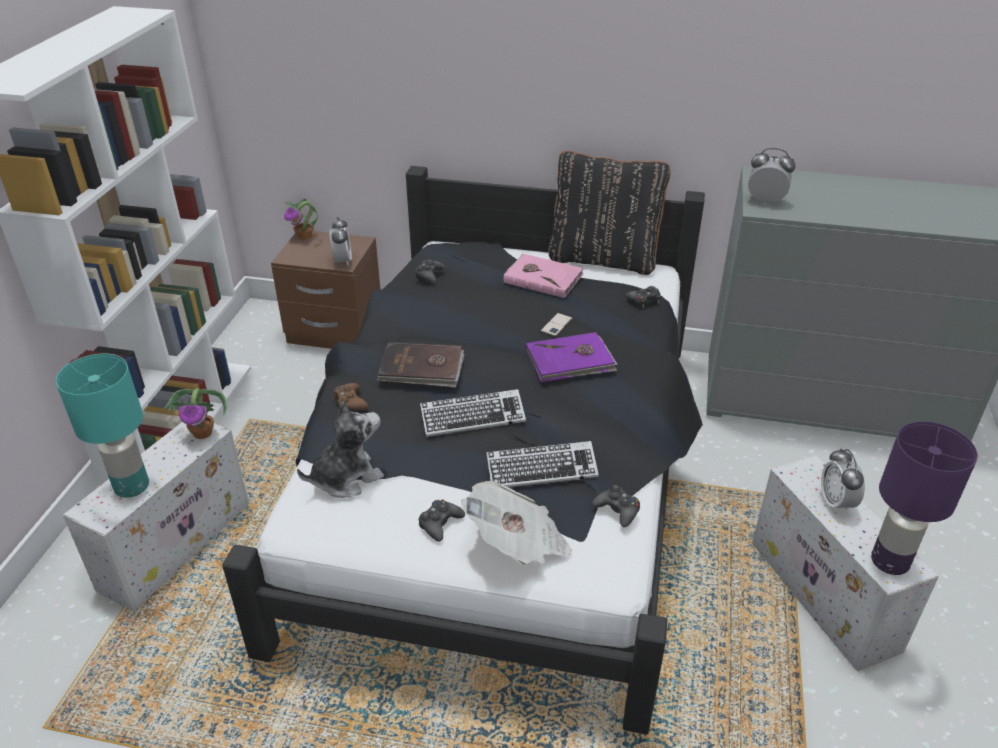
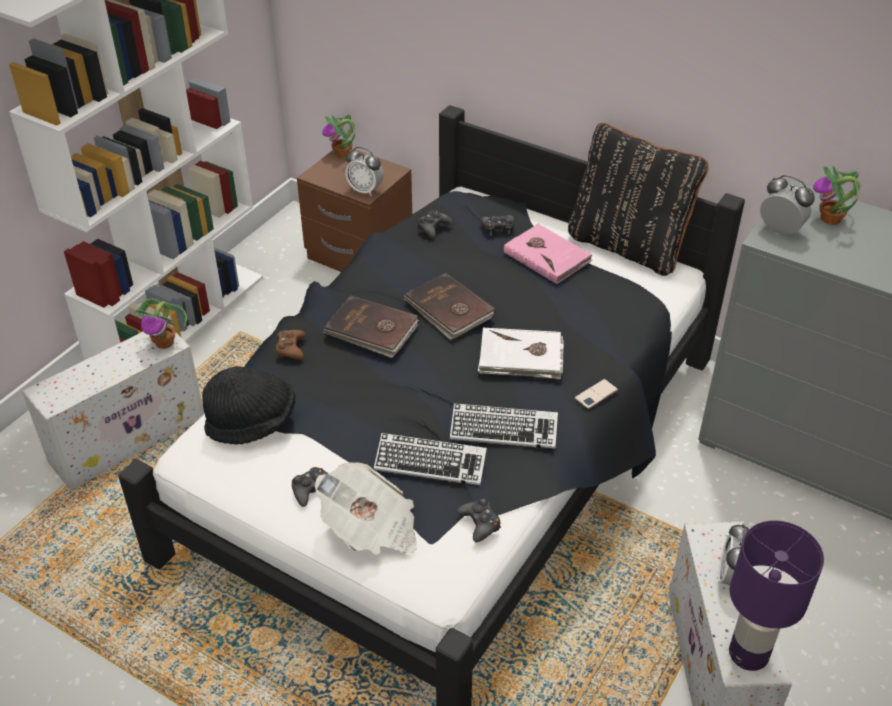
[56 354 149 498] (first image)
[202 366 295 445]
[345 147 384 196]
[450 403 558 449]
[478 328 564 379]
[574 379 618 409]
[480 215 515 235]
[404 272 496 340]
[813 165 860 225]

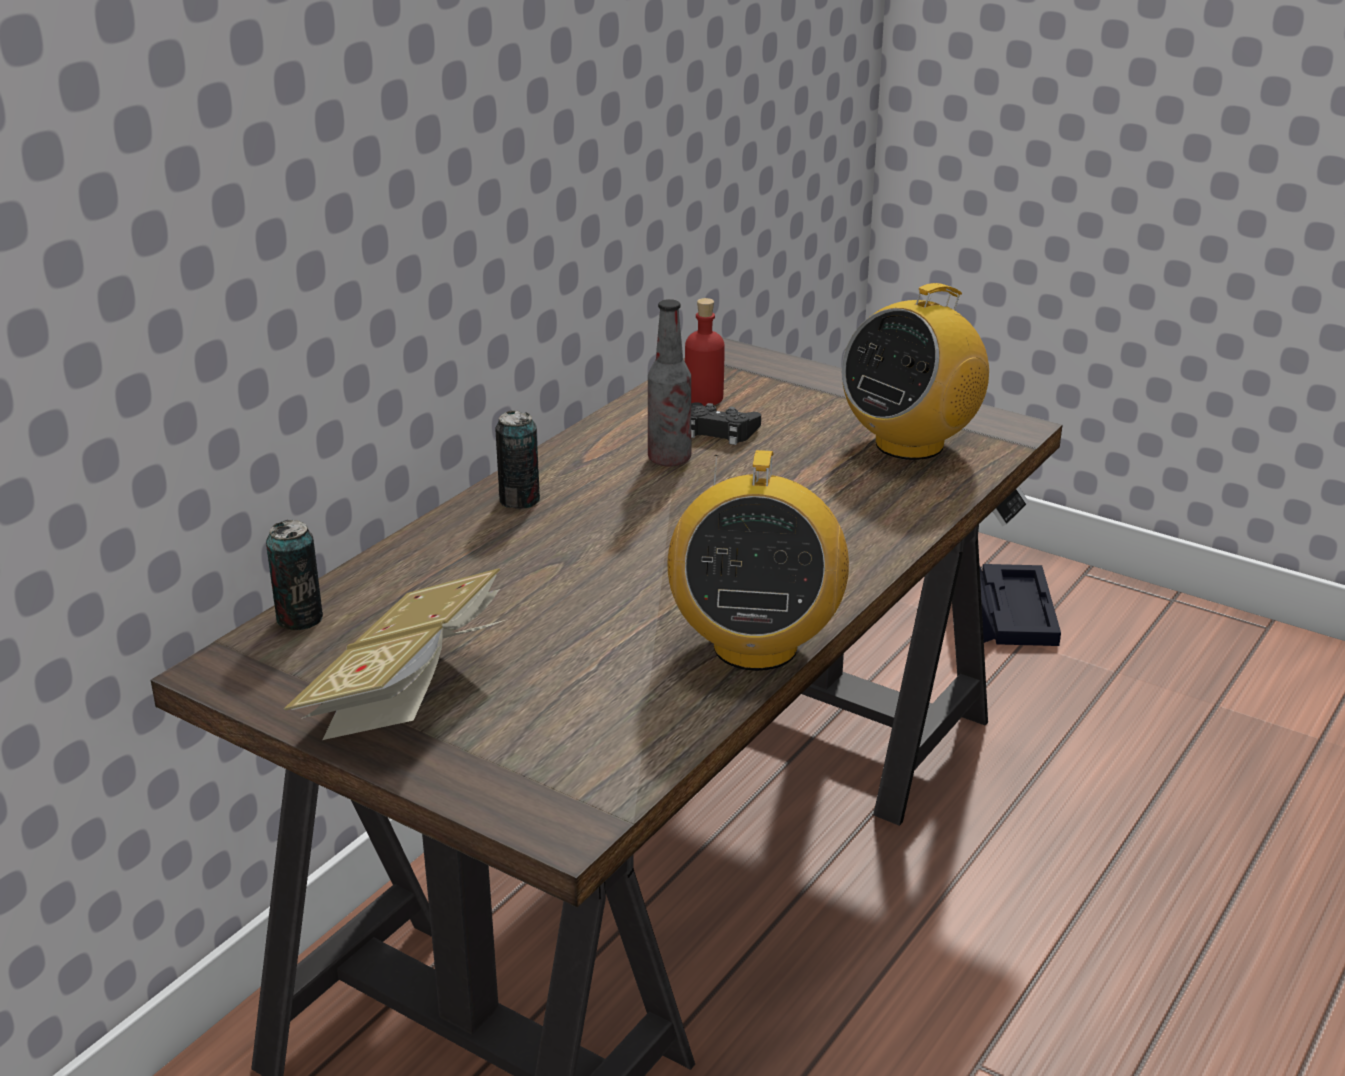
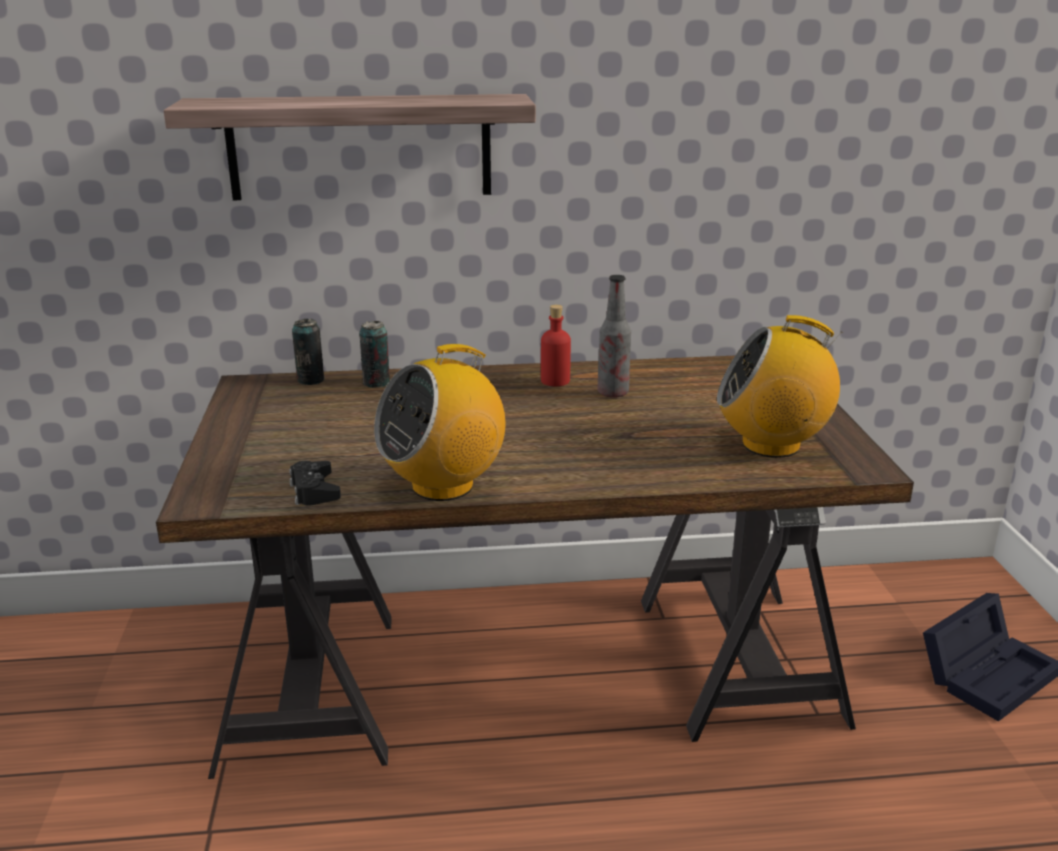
[284 568 508 740] (first image)
[359 321 390 388]
[541 305 571 386]
[289 461 341 506]
[163 94 536 200]

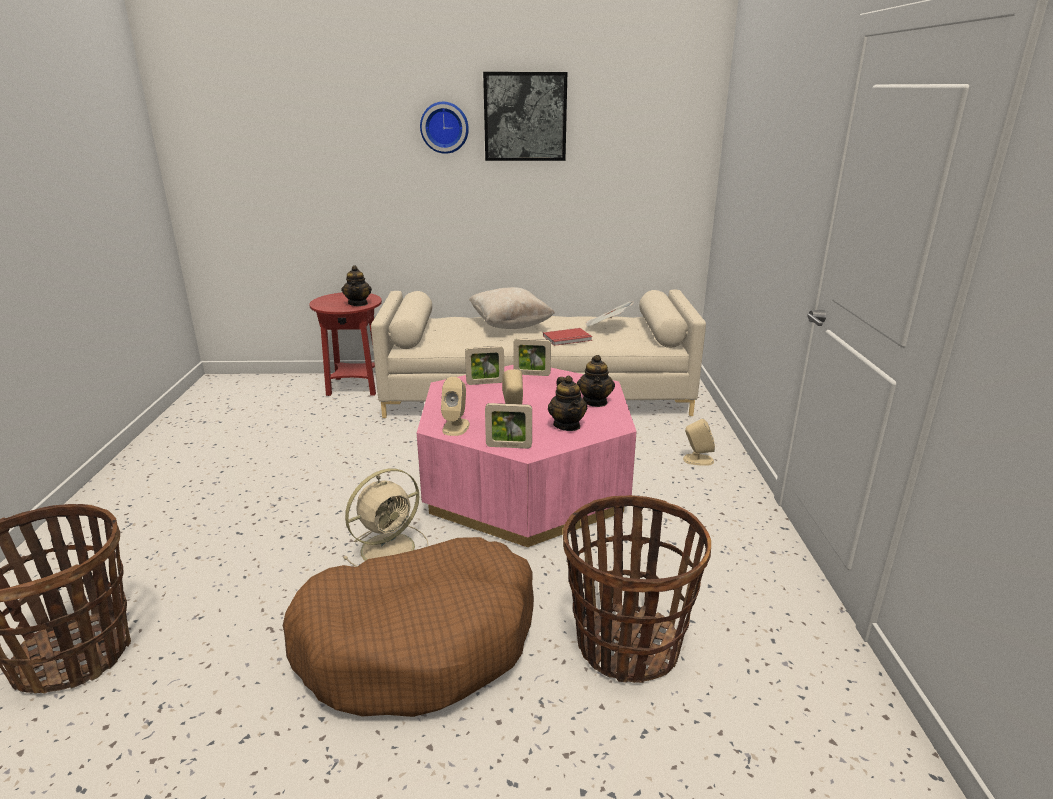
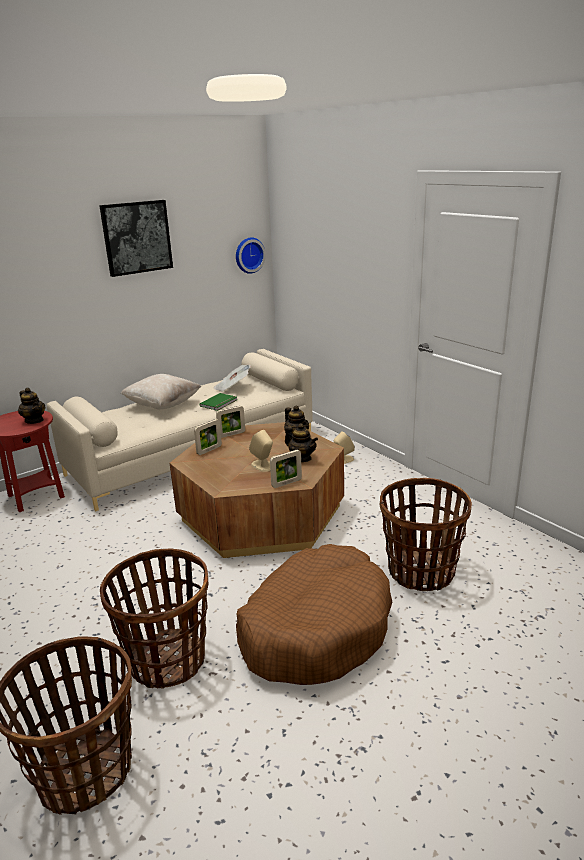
[343 468 429 567] (first image)
[170 422 344 558]
[236 237 266 274]
[441 377 470 436] (first image)
[199 393 237 411]
[100 548 209 688]

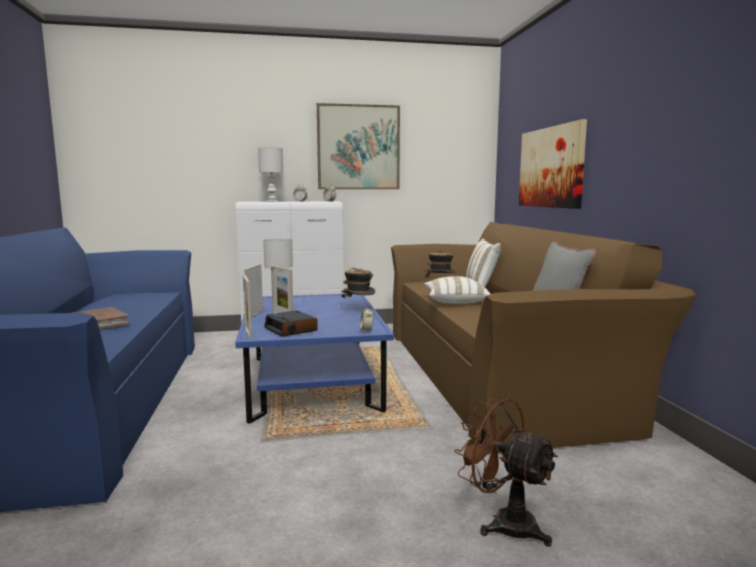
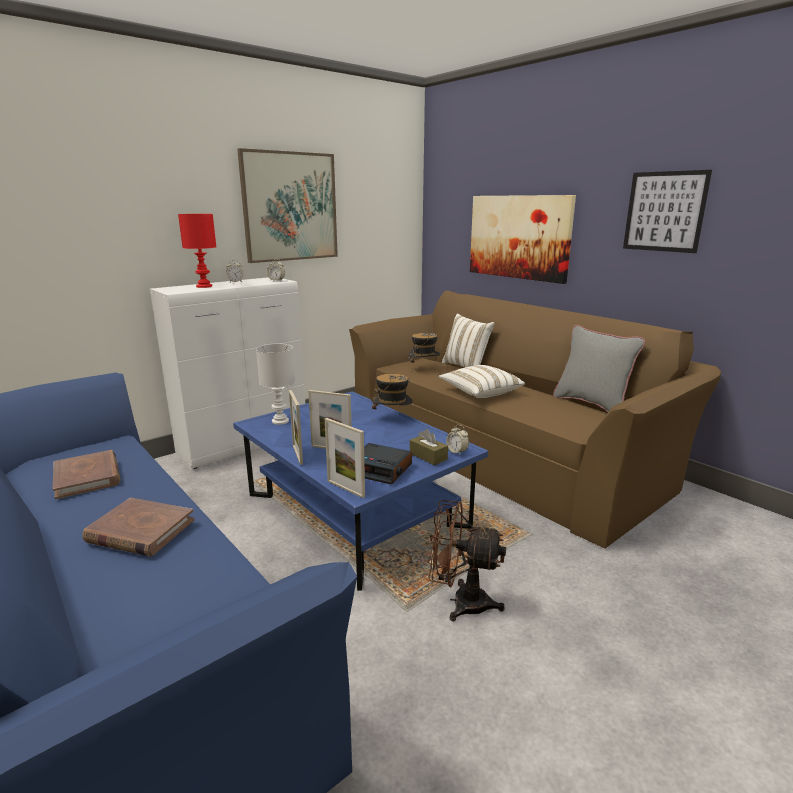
[178 214 216 288]
[428 500 506 621]
[53 450 120 499]
[410 429 448 465]
[623 170 712 253]

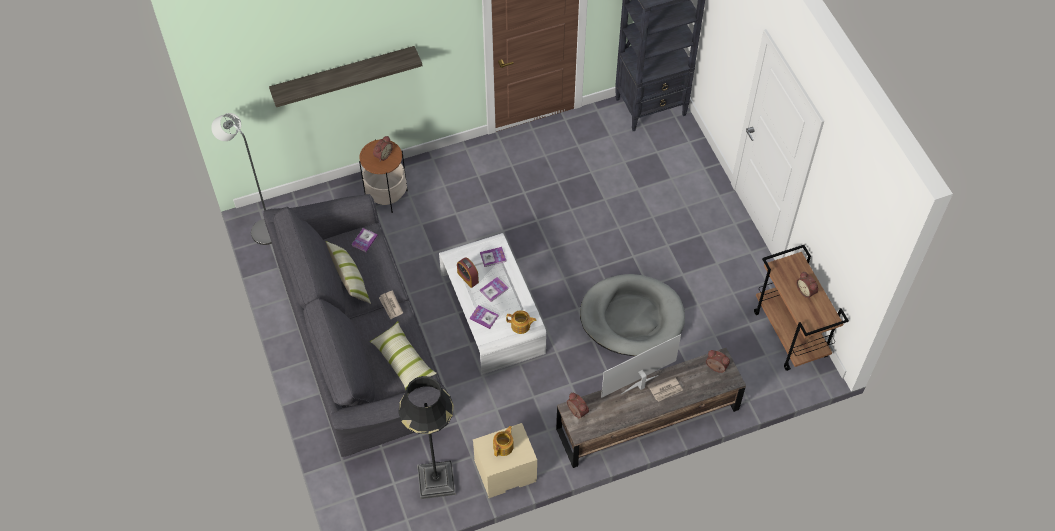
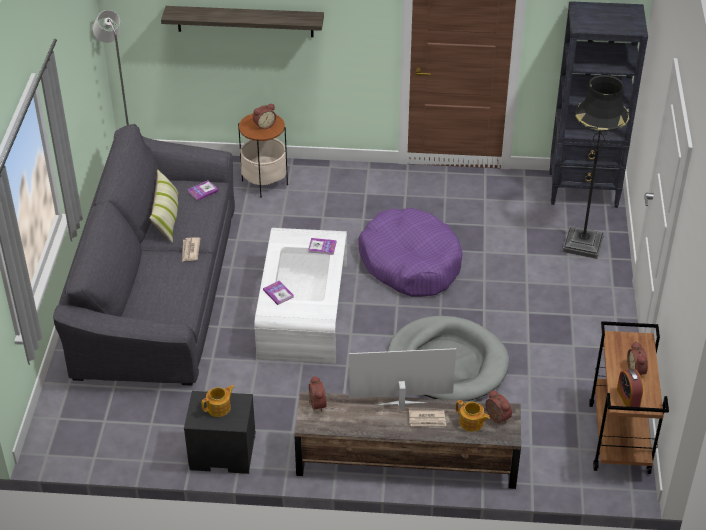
[370 321 437 389] (first image)
[563 74 629 259]
[617 368 643 407]
[184 391 256 474]
[480 277 508 302] (first image)
[456 400 490 432]
[359 208 463 297]

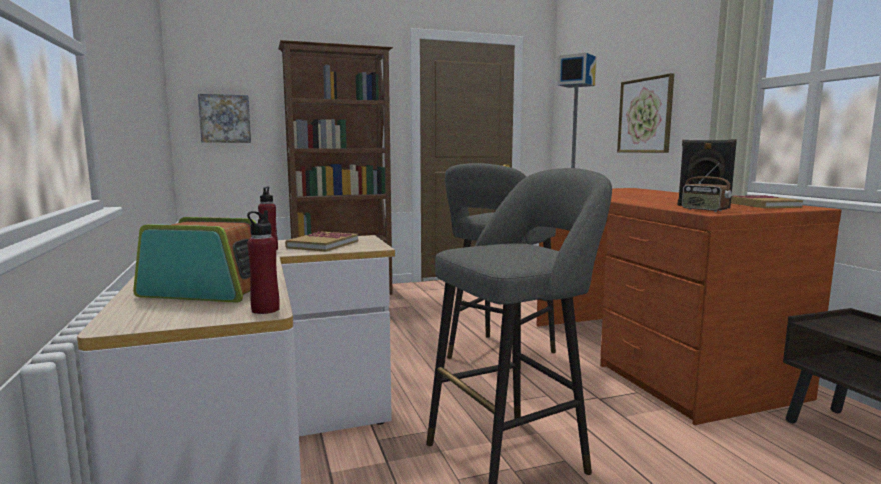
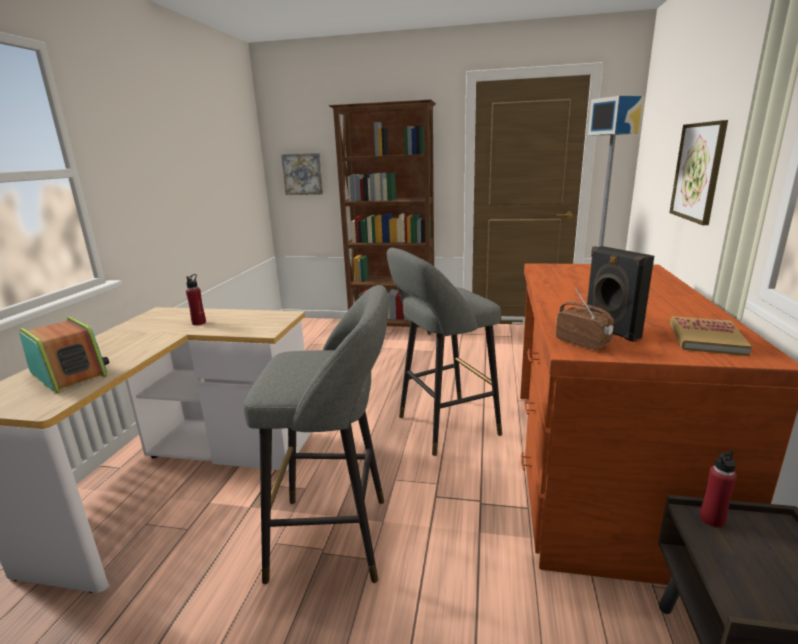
[700 449 737 528]
[285 232 358 252] (first image)
[556 288 614 350]

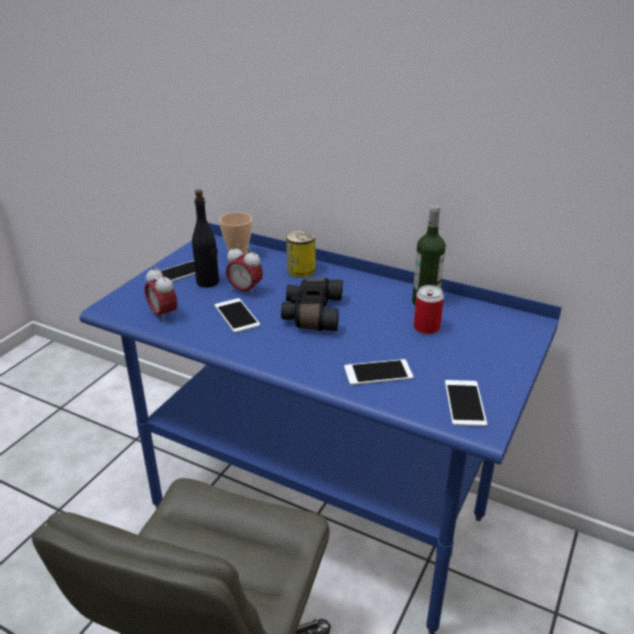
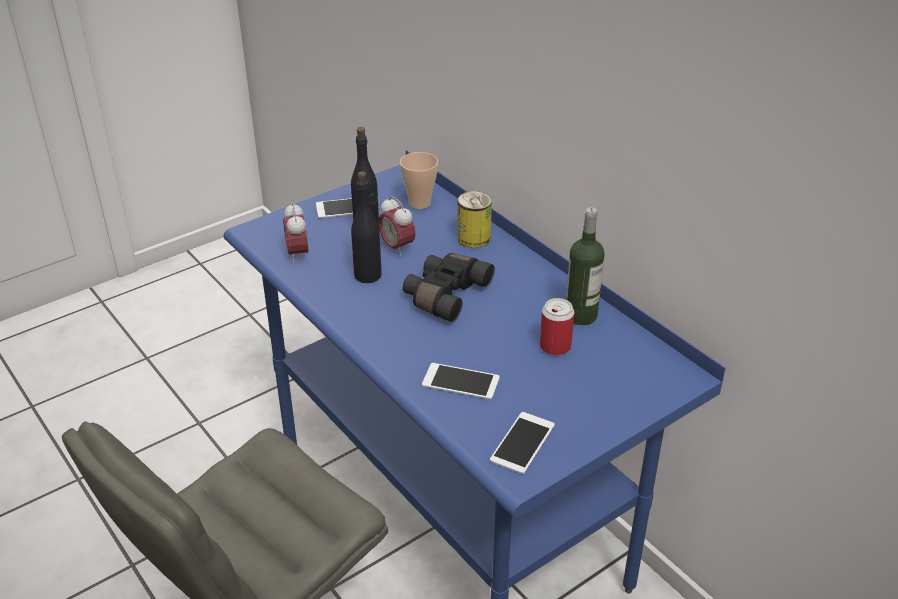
[351 172 382 283]

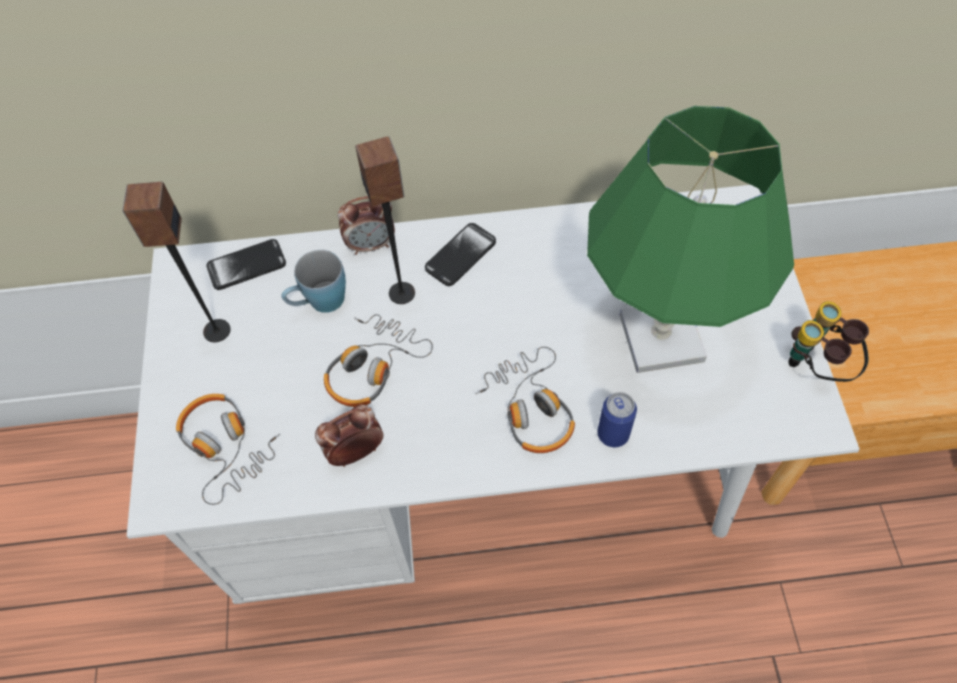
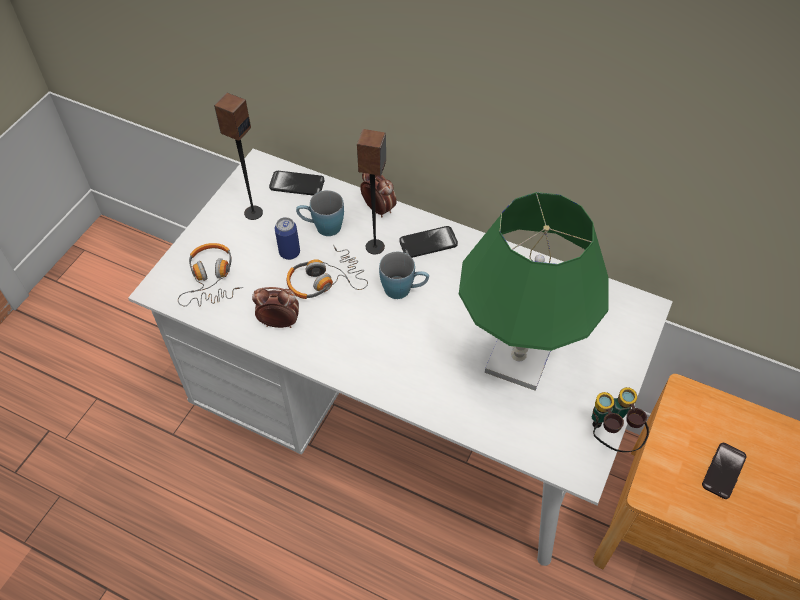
[360 173 397 217]
[475 347 575 453] (first image)
[275 217 300 260]
[379 252 429 299]
[702 443 747 499]

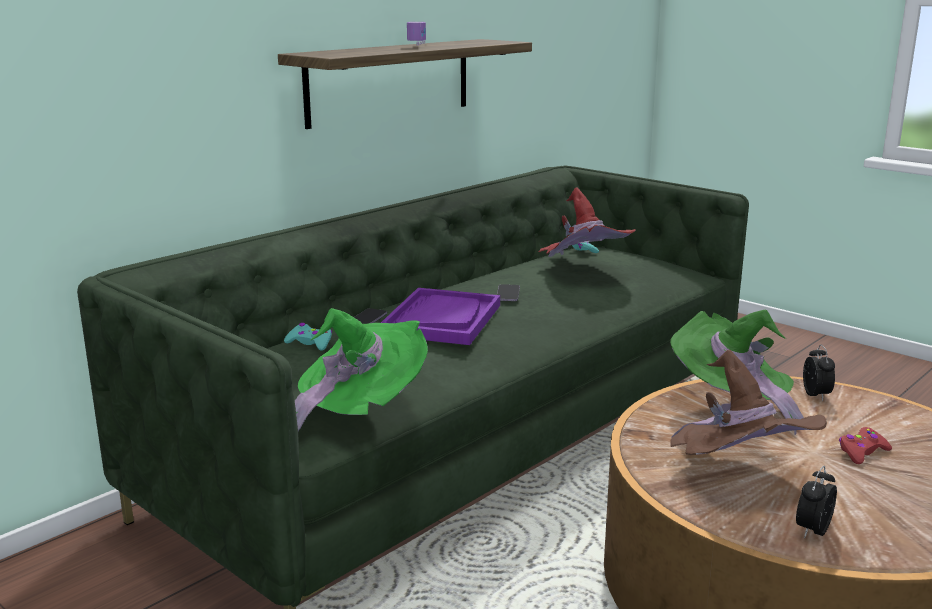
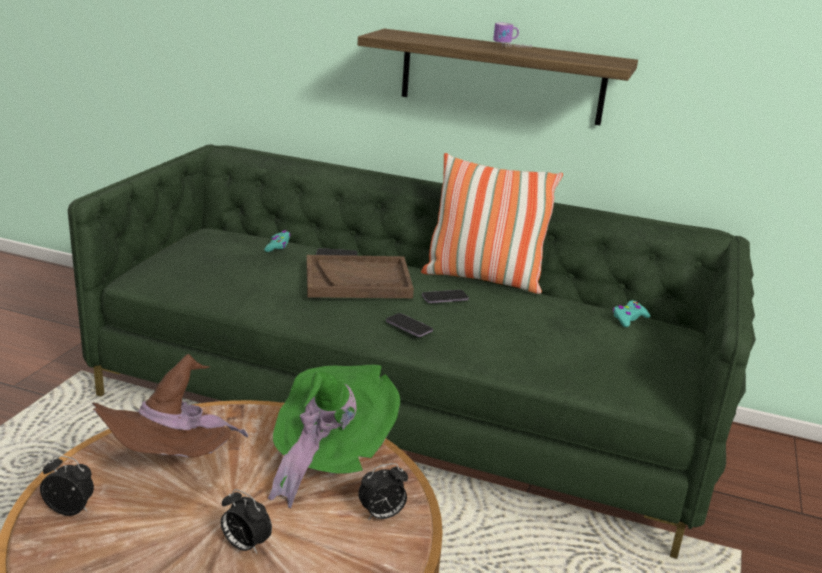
[295 308 428 431] (first image)
[307 255 414 298]
[539 188 636 257] (first image)
[221 489 272 555]
[386 313 433 337]
[421 153 563 294]

